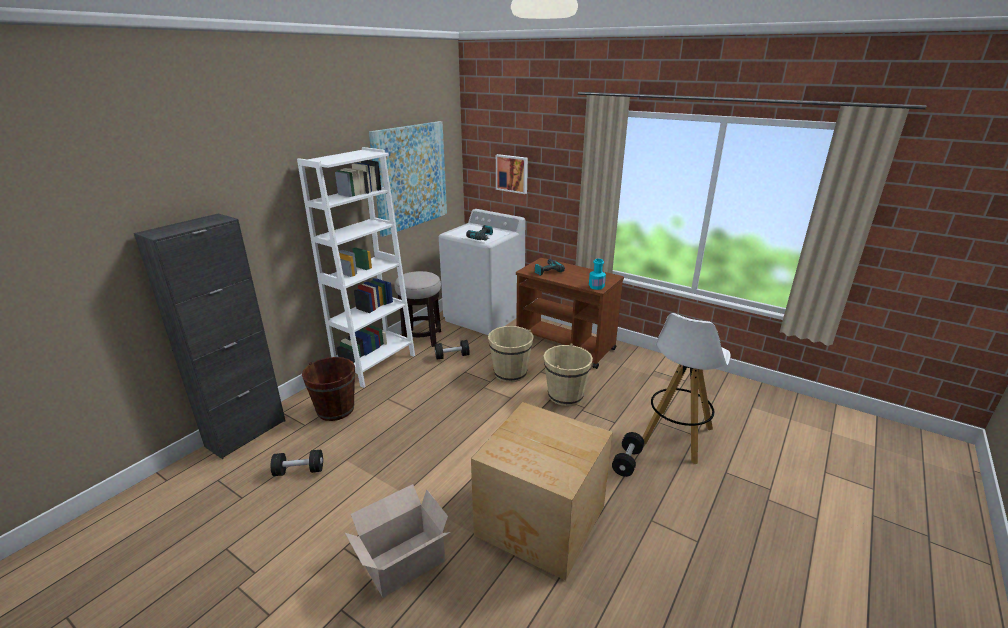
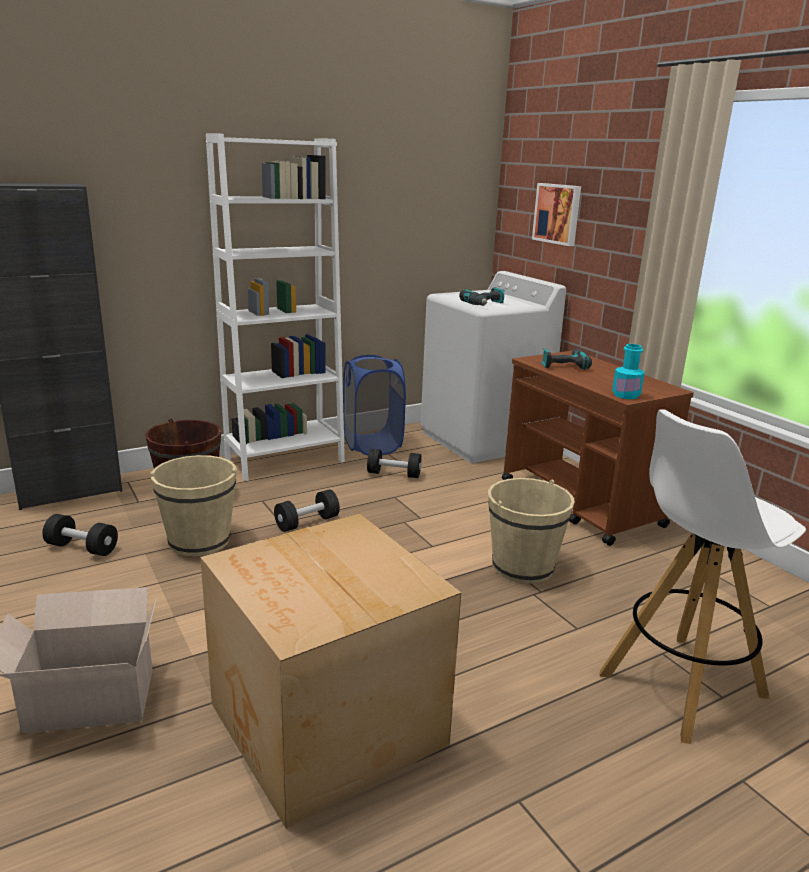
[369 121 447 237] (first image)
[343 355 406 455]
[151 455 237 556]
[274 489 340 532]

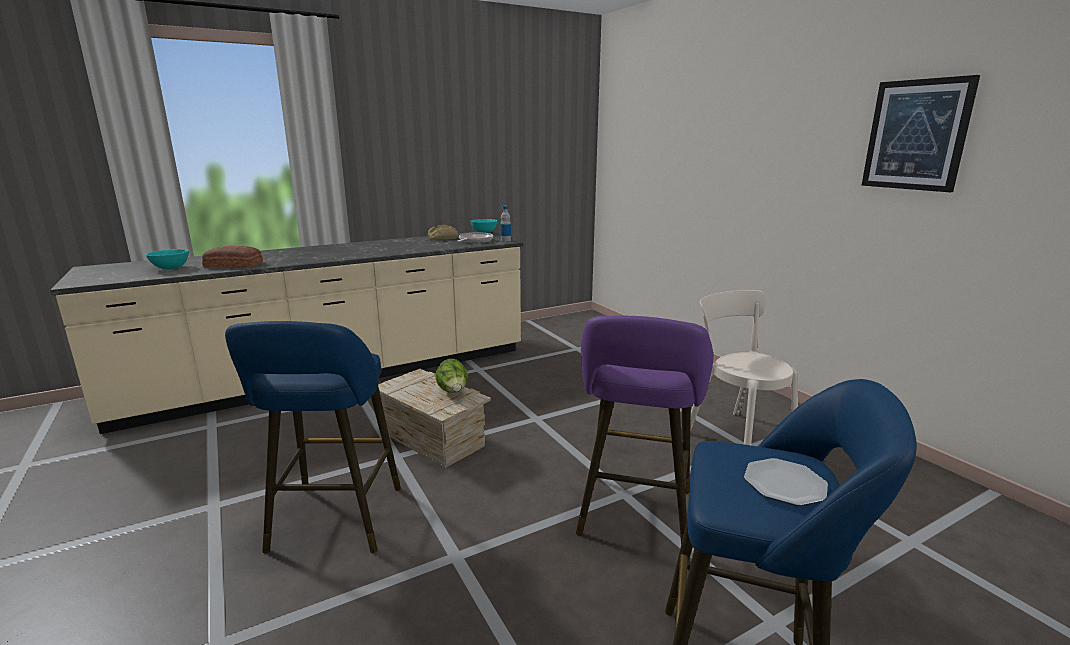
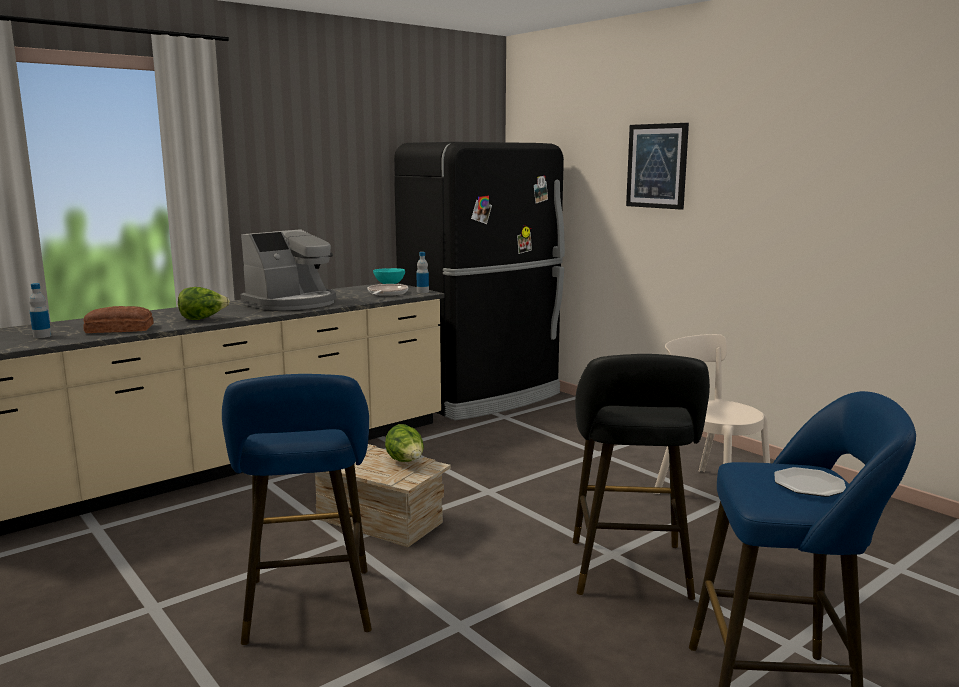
[29 283 51 338]
[428 225 458 240] (first image)
[573 354 710 600]
[626 123 689 210]
[178 287 230 320]
[240 229 336 310]
[394 142 565 421]

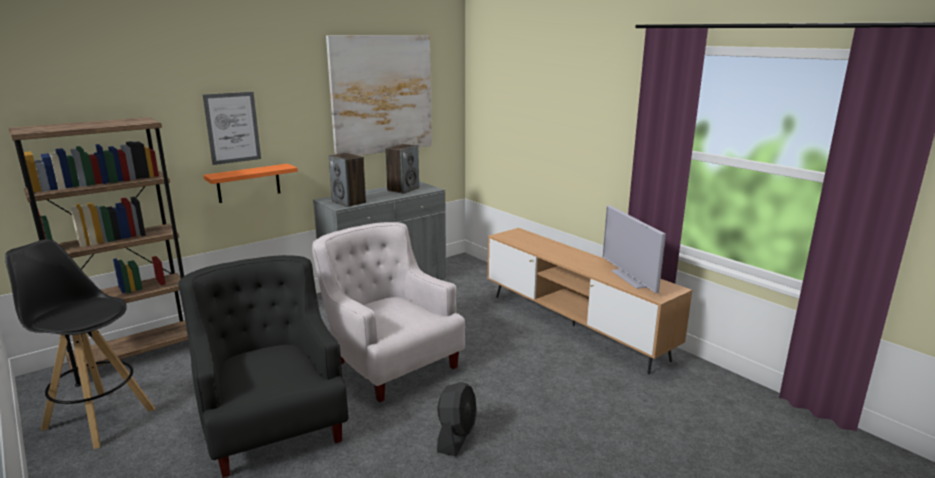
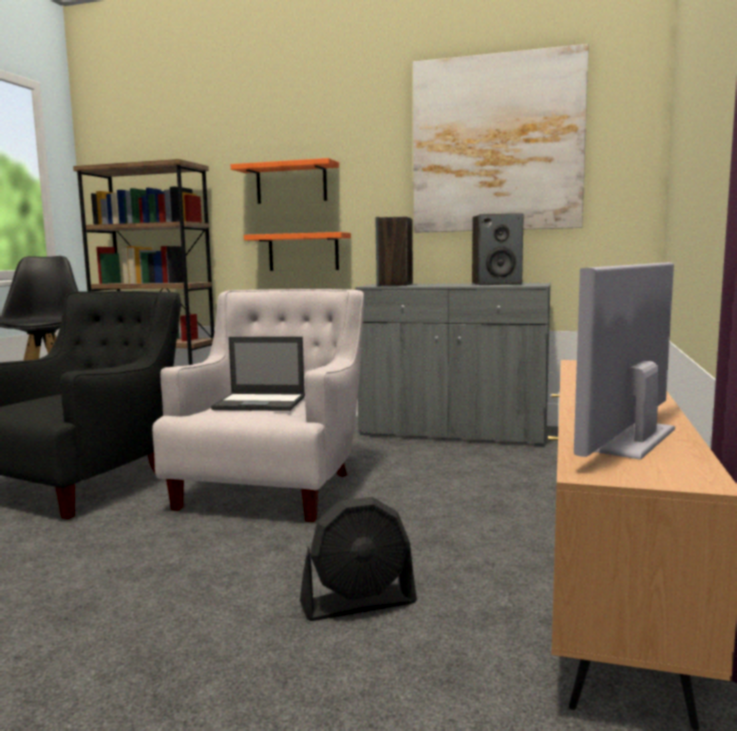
[231 158 339 204]
[300 497 417 621]
[211 337 305 411]

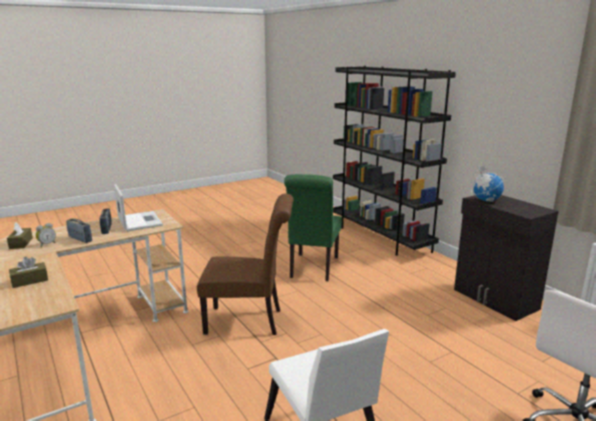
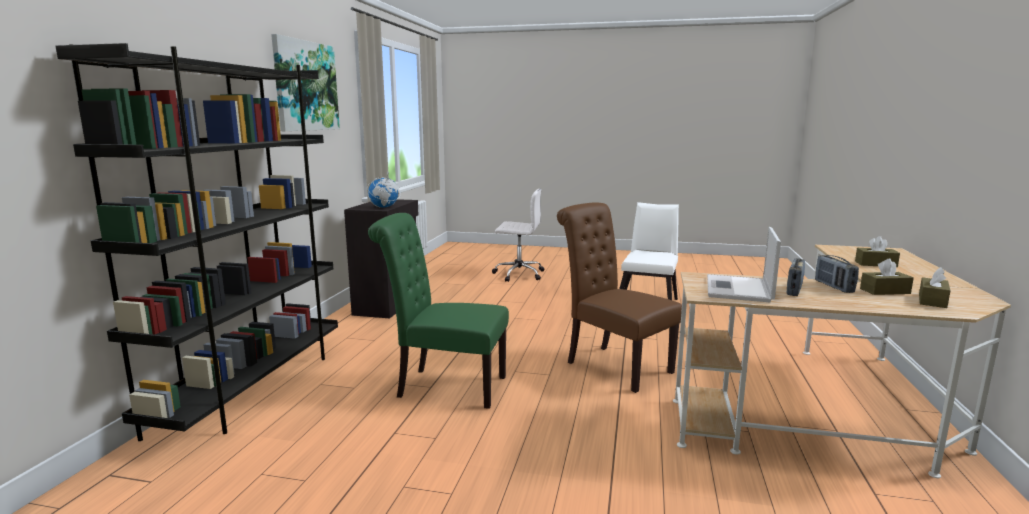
[860 258 914 295]
[368 213 509 409]
[271 34 340 131]

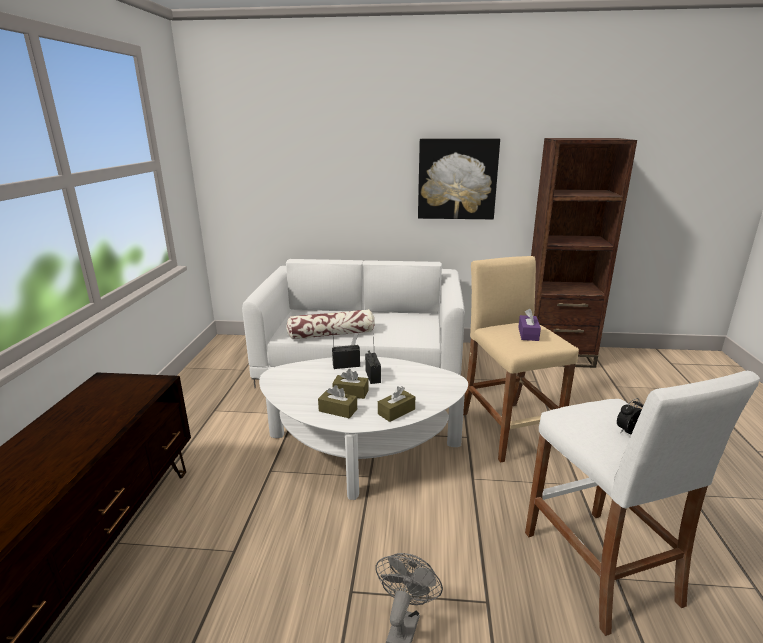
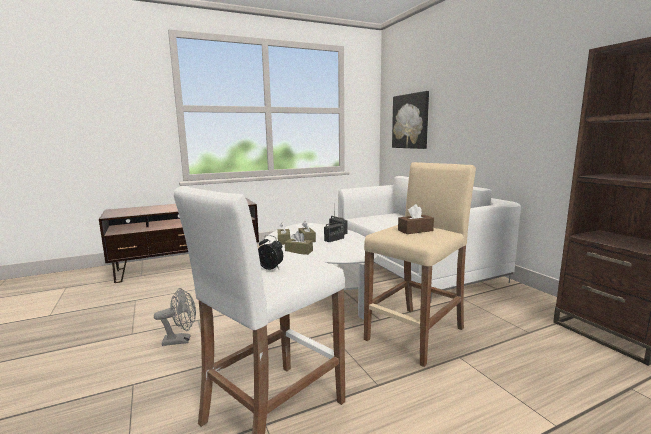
[286 309 375 339] (first image)
[392 91 429 149]
[398 204 434 234]

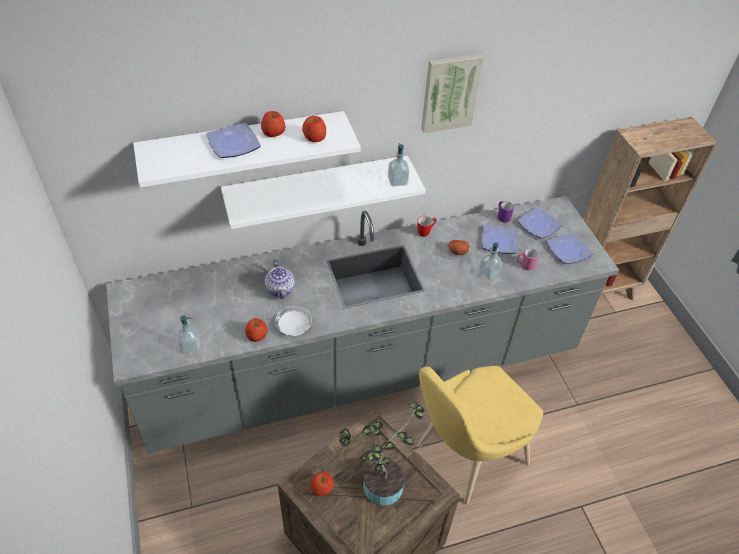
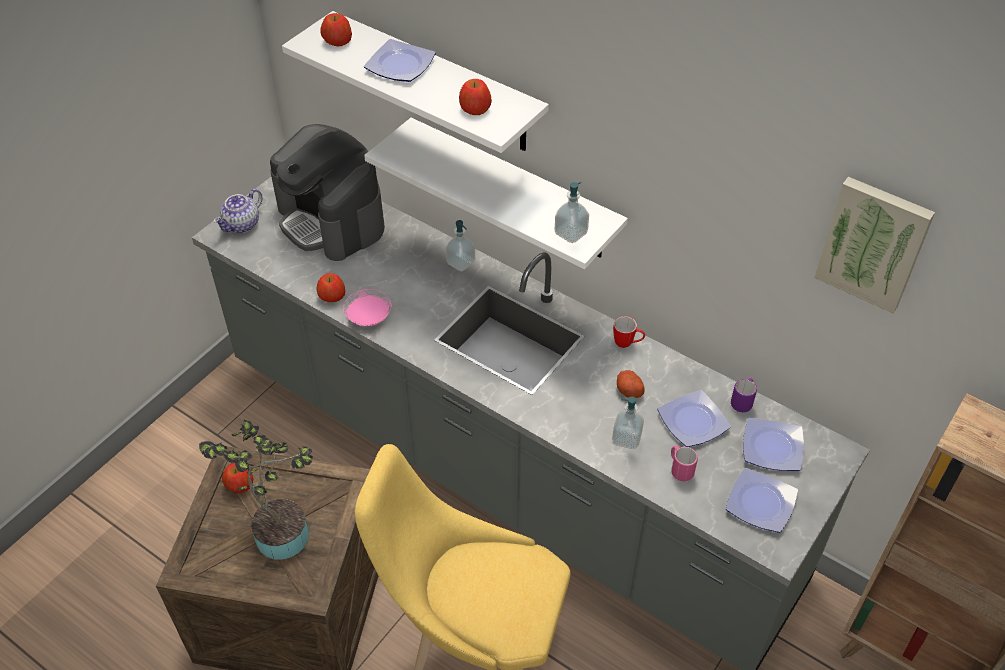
[446 220 475 272]
[321 13 352 46]
[213 189 262 233]
[343 289 392 326]
[814 177 935 313]
[270 124 385 261]

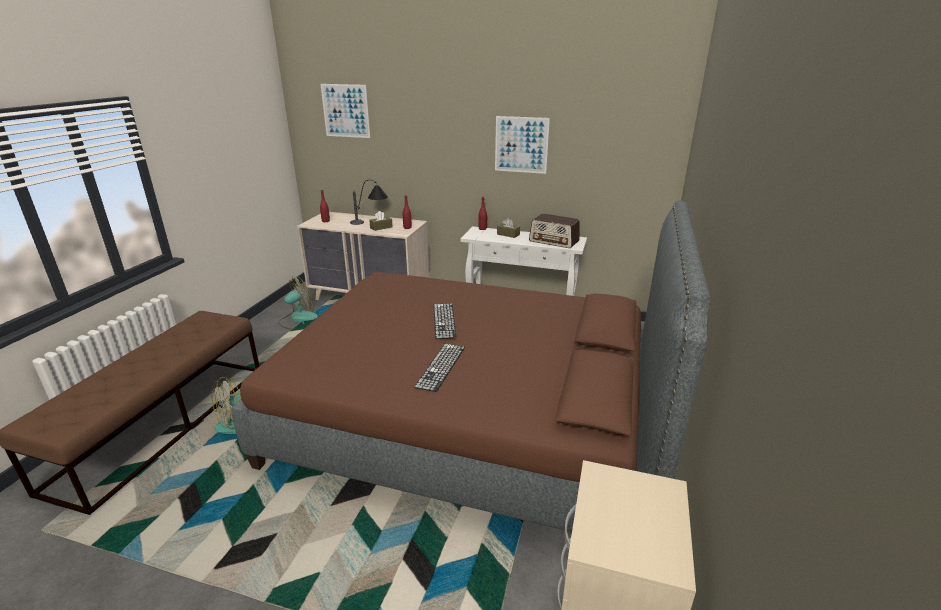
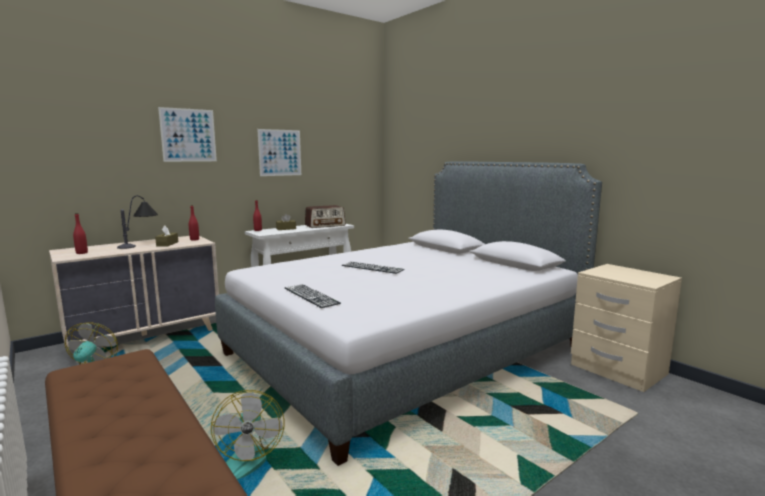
[215 161 602 466]
[158 107 217 162]
[285 284 341 308]

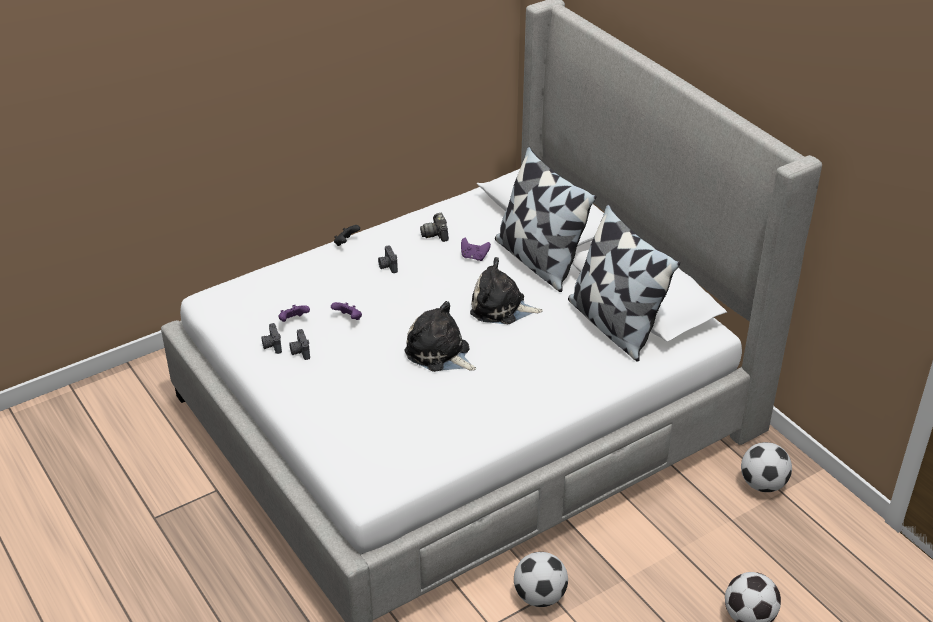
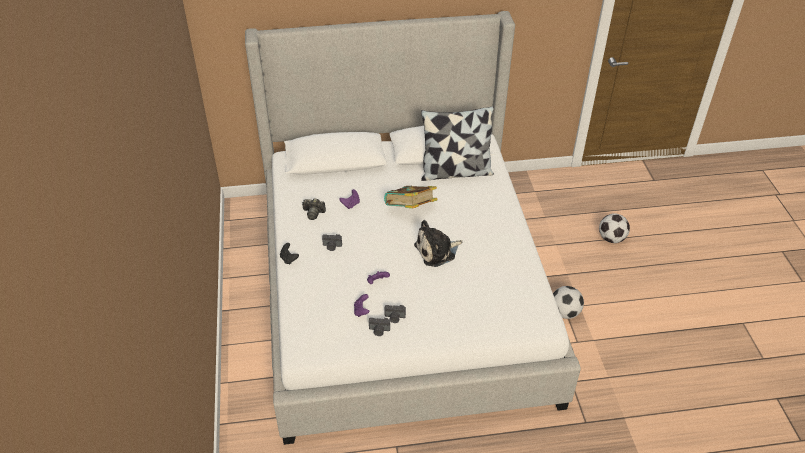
[384 186 437 208]
[495 146 597 292] (first image)
[741 442 792 492] (first image)

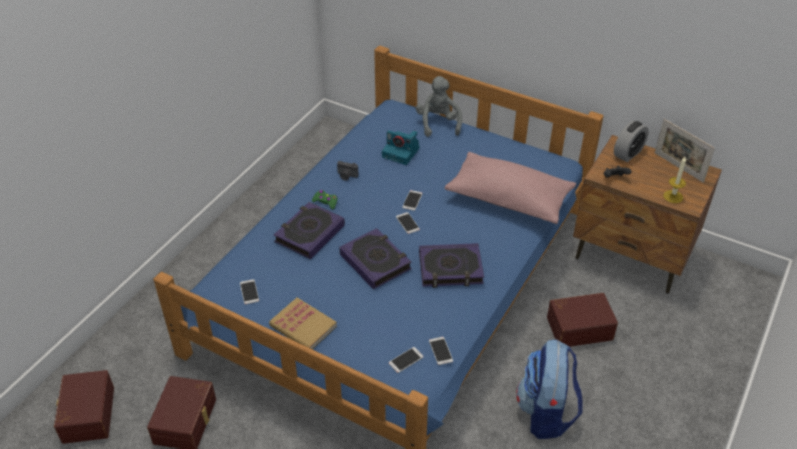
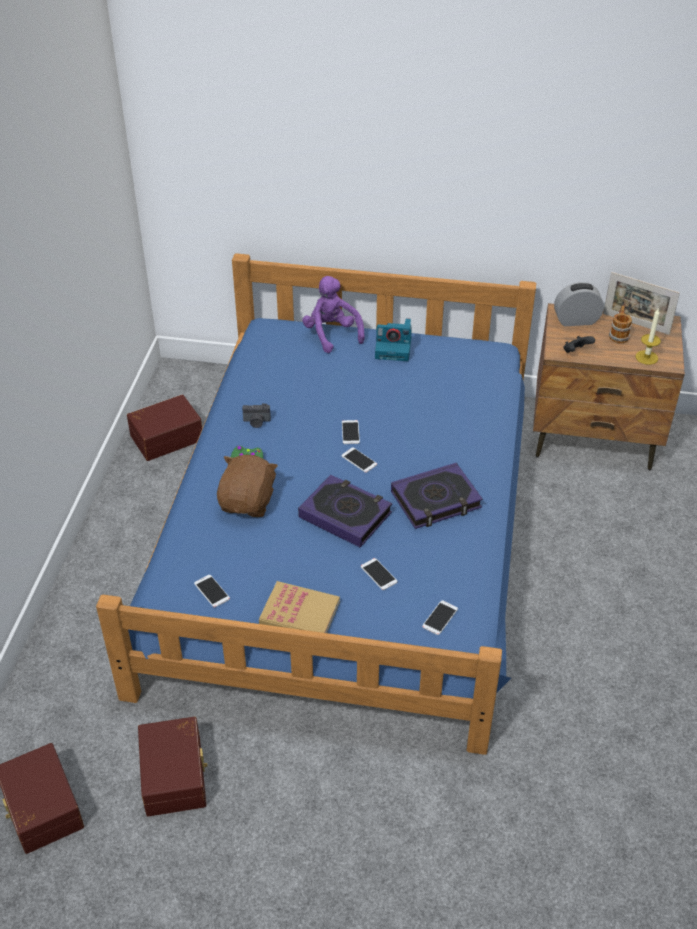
[217 455 278 517]
[375 318 412 361]
[302 276 365 353]
[361 558 398 590]
[444 152 576 224] (first image)
[516 339 583 439] (first image)
[127 394 202 461]
[554 282 604 326]
[609 306 632 343]

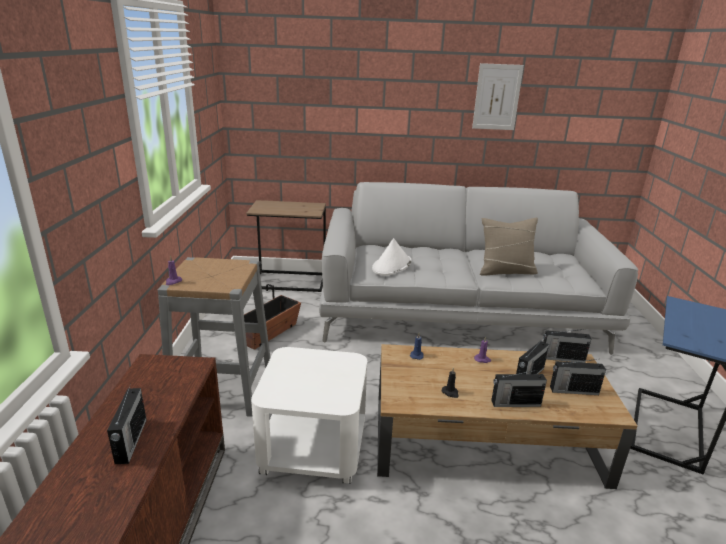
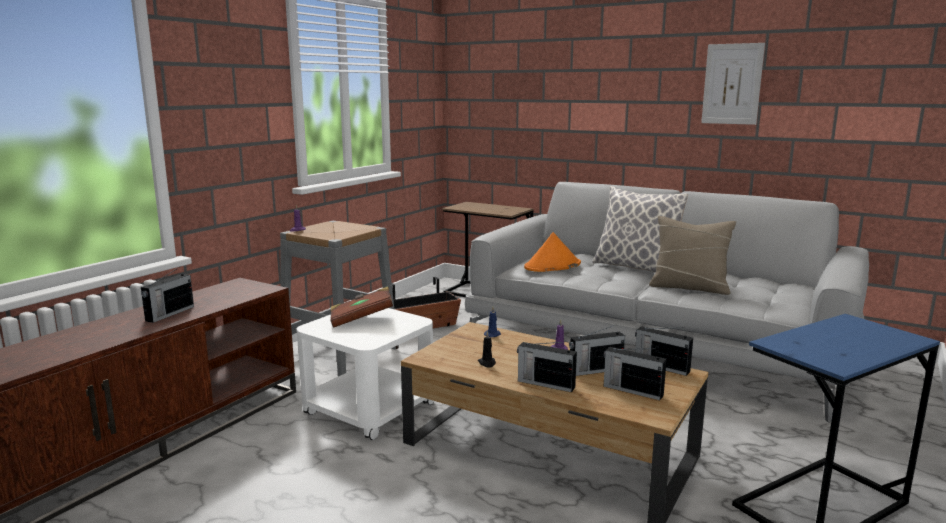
[524 232 581 272]
[330 286 393 328]
[592 186 688 273]

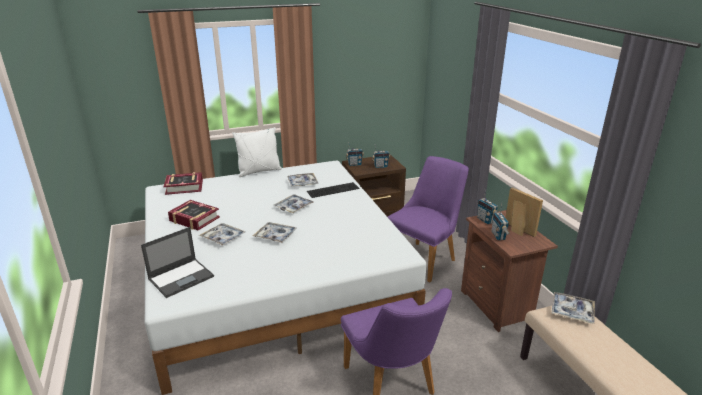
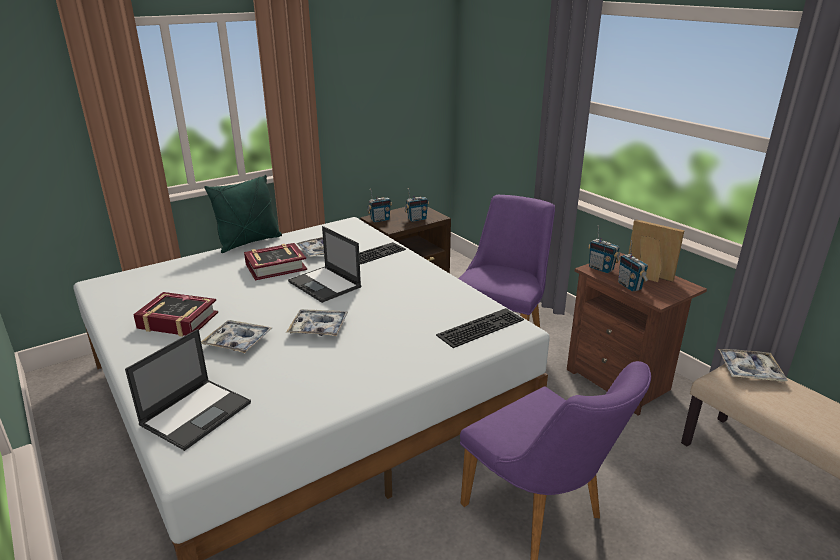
[244 243 307 280]
[204 175 282 253]
[288 226 361 303]
[436 308 524 348]

